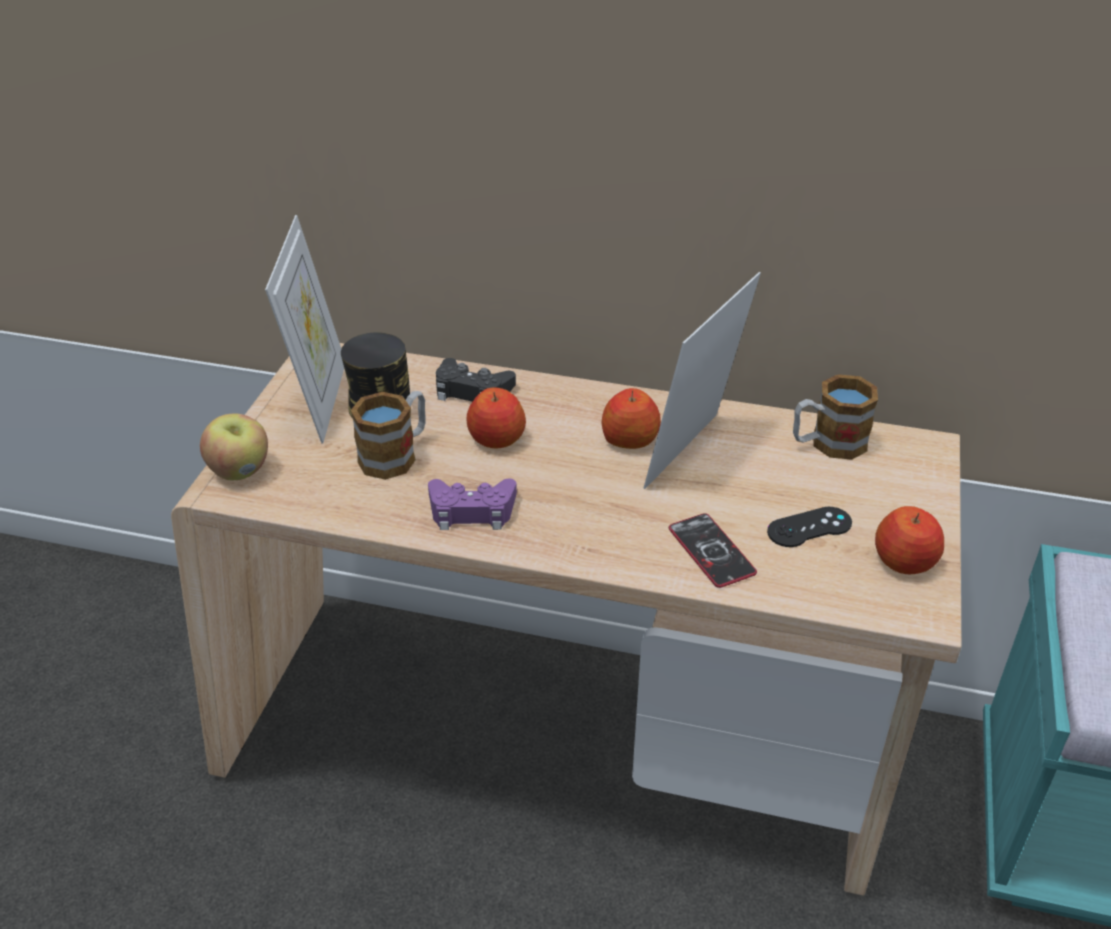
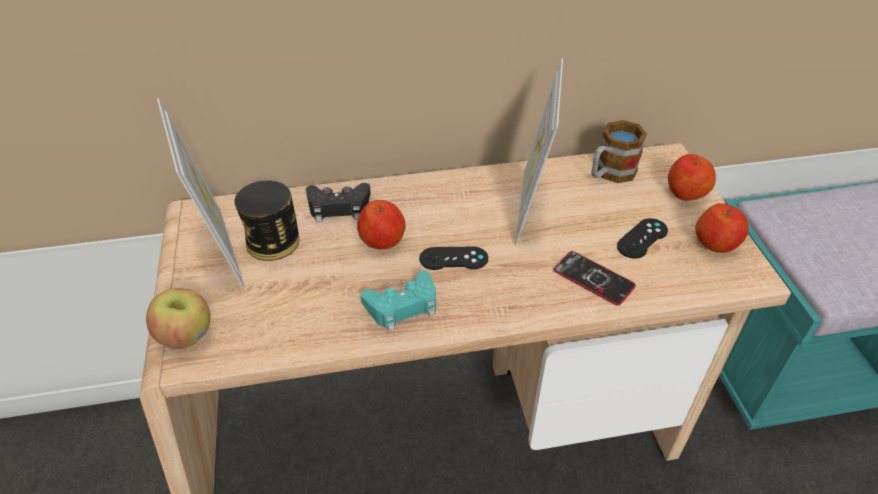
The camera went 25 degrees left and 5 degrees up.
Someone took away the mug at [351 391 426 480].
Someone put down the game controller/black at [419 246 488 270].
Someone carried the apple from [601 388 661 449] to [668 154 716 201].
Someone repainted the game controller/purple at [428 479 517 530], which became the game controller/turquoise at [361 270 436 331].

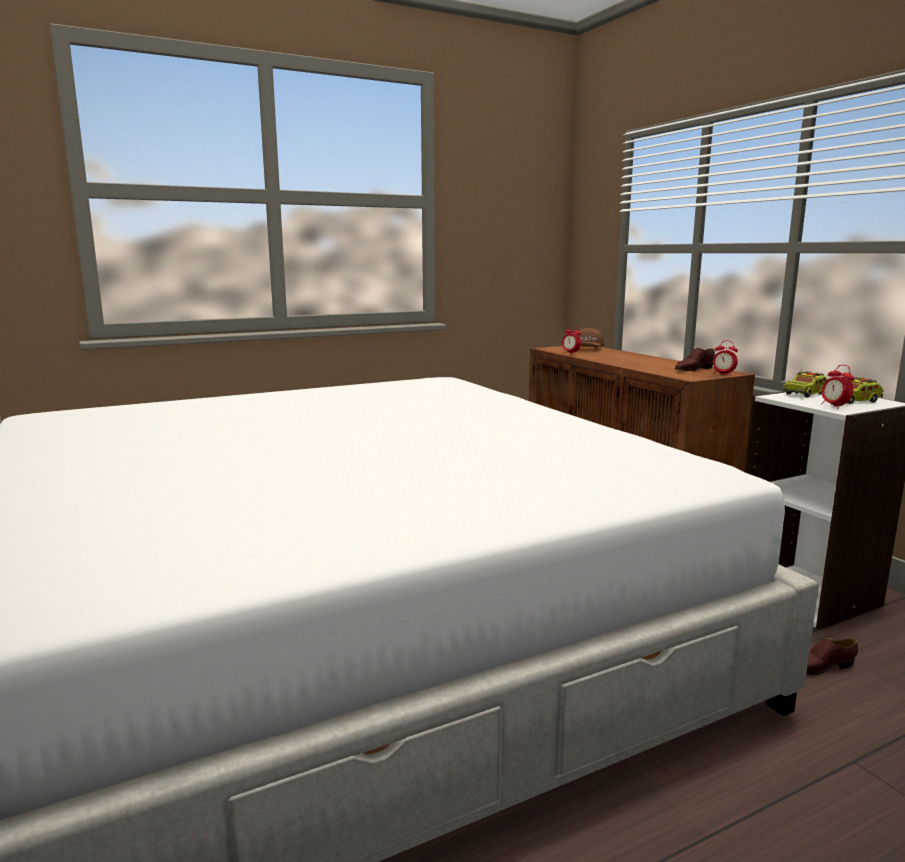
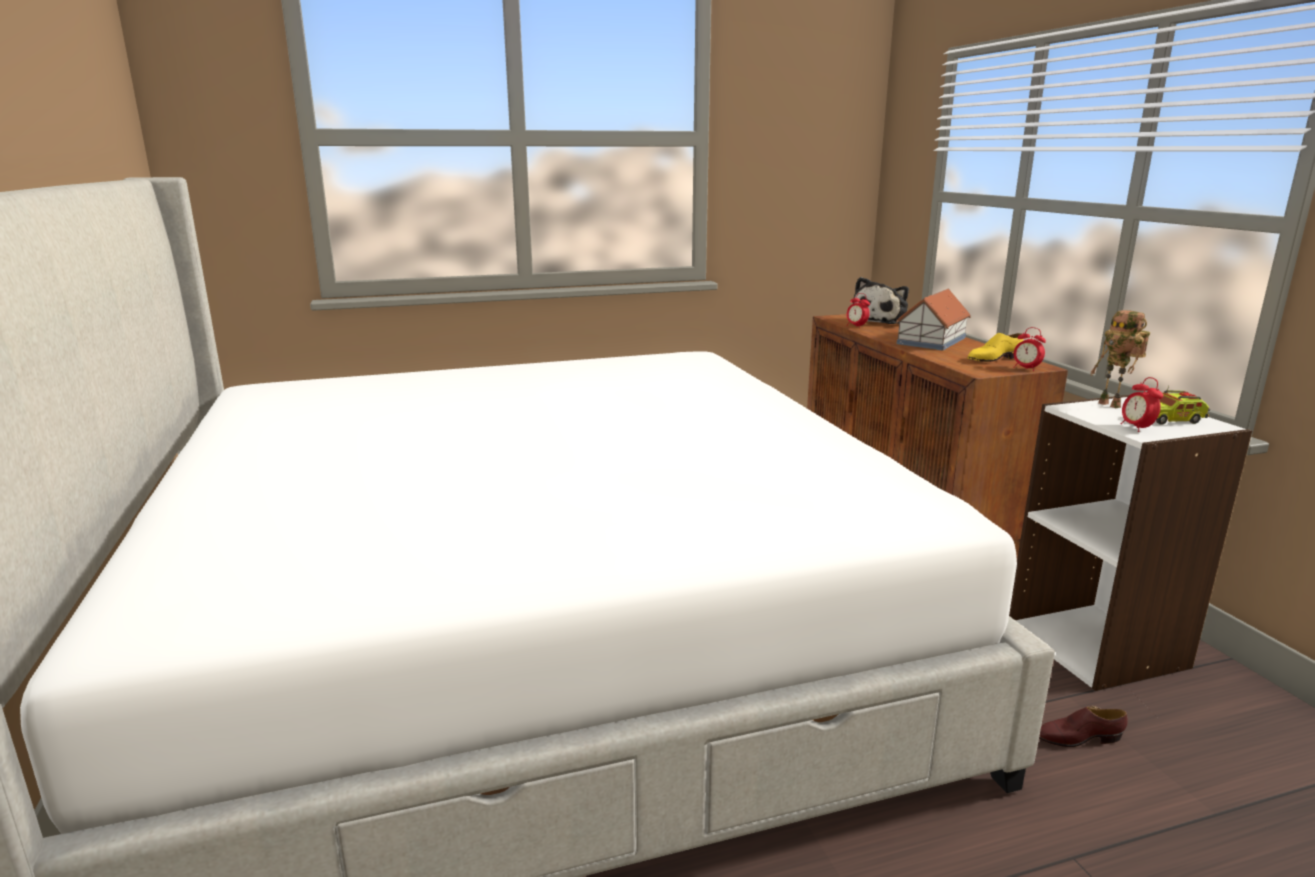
The camera went 10 degrees right and 5 degrees up.
Someone put down the toy house at [896 289 971 350].
Someone swapped the cap/brown at [577 328 604 347] for the plush toy at [853 277 909 324].
Someone swapped the toy truck at [783 368 827 398] for the toy robot at [1090 310 1150 408].
Someone repainted the shoe/brown at [675 348 715 371], which became the shoe/yellow at [967 333 1023 362].

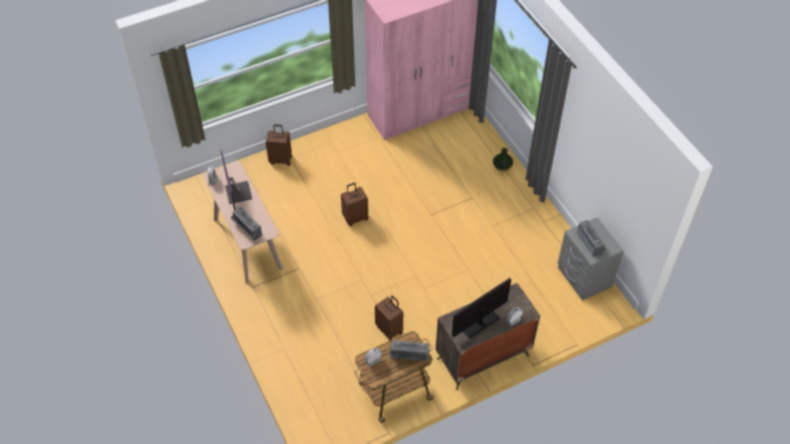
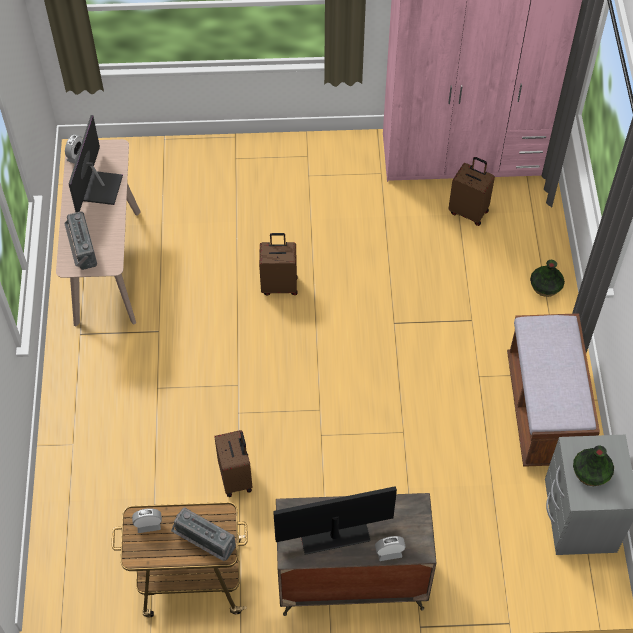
The camera went 25 degrees right and 5 degrees up.
Someone put down the bench/brown at [507 313 600 467].
Someone carried the suitcase/brown from [266 125 292 166] to [448 157 495 226].
Someone swapped the radio at [577 220 606 257] for the vase at [573 445 614 486].

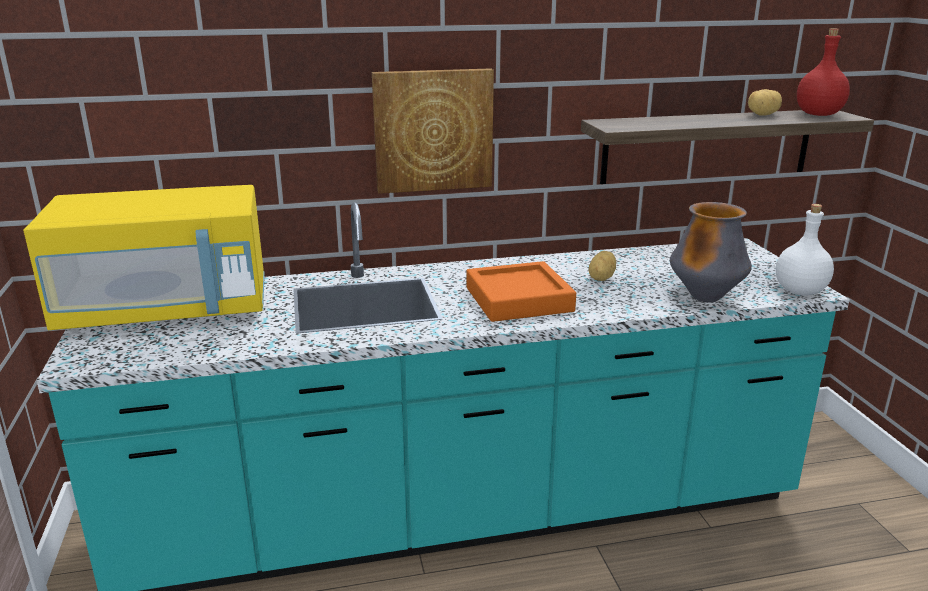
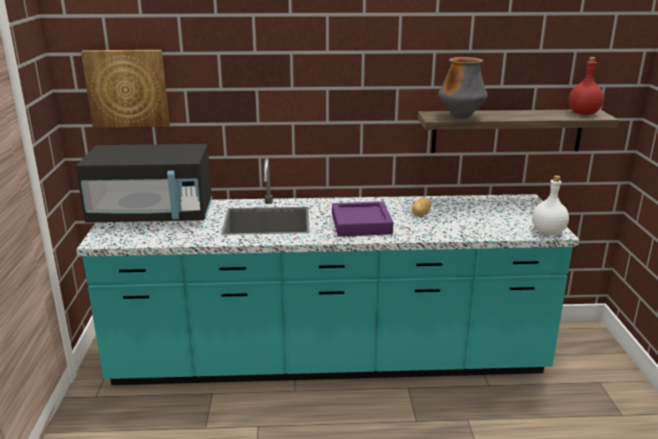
The camera went 10 degrees right and 0 degrees up.
Someone took away the potato at [748 89 782 116].
Someone carried the picture from [372 68 494 194] to [81 50 170 128].
Someone carried the vase from [670 202 752 302] to [438 57 488 119].
Someone repainted the microwave/yellow at [23 185 265 330], which became the microwave/black at [76 144 212 222].
Someone repainted the tray/orange at [466 261 576 322], which became the tray/purple at [332 201 393 237].

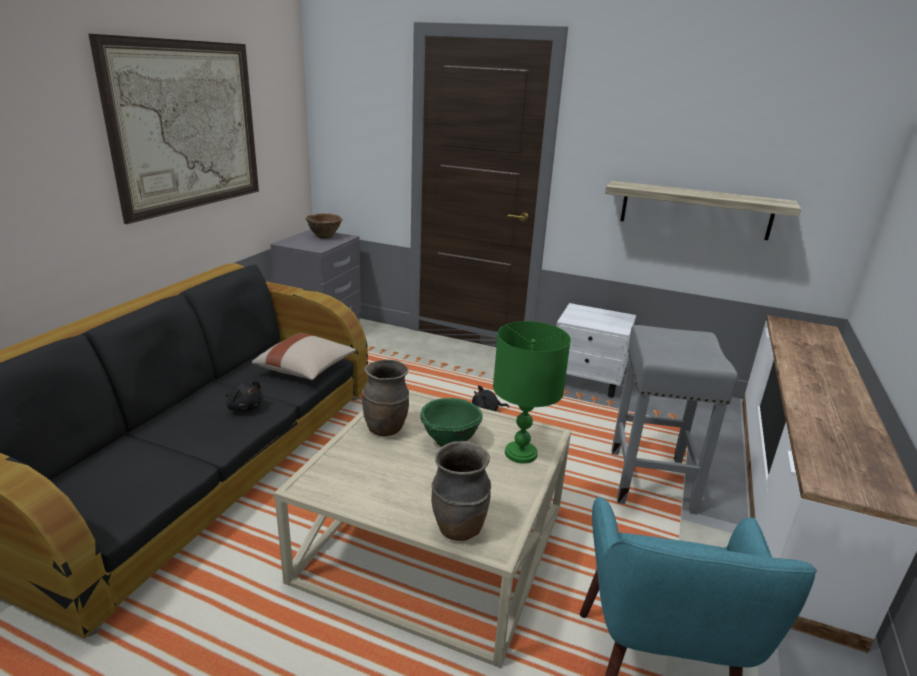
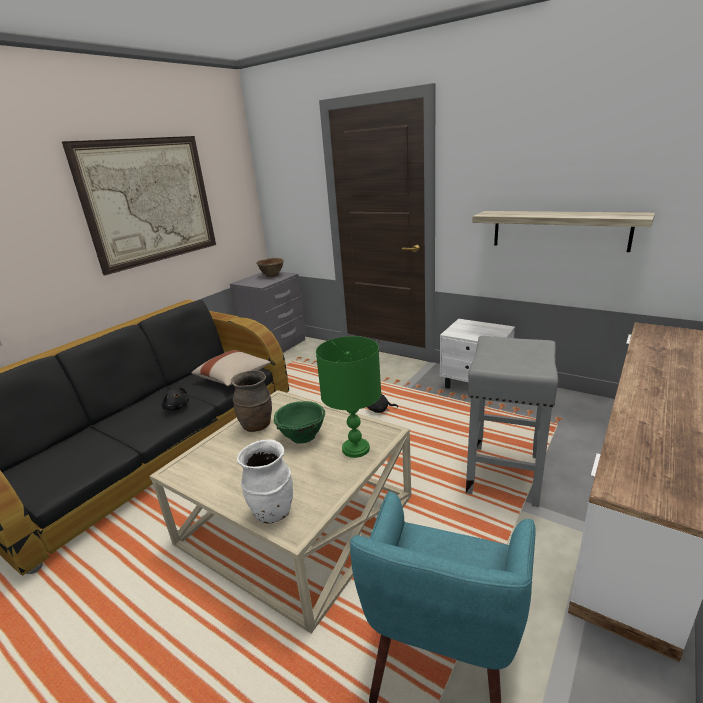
The camera went 15 degrees right and 0 degrees up.
Someone repainted the vase/brown at [431 441 491 541], which became the vase/white at [237 439 293 524].

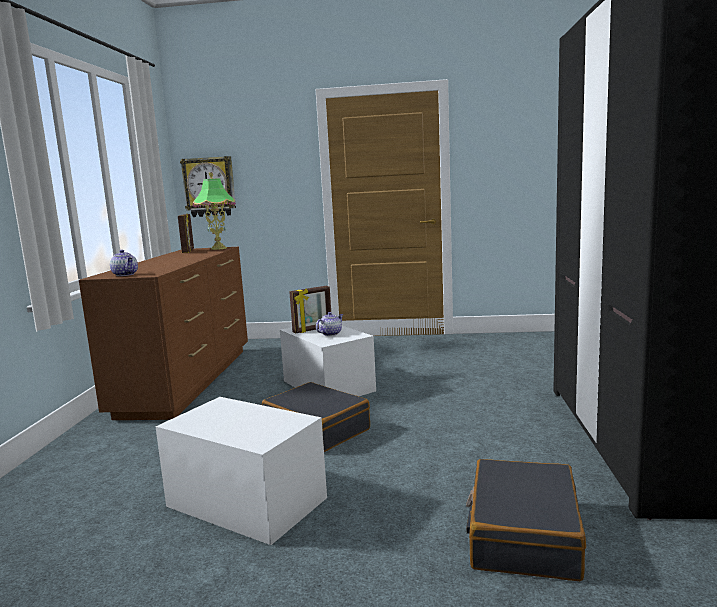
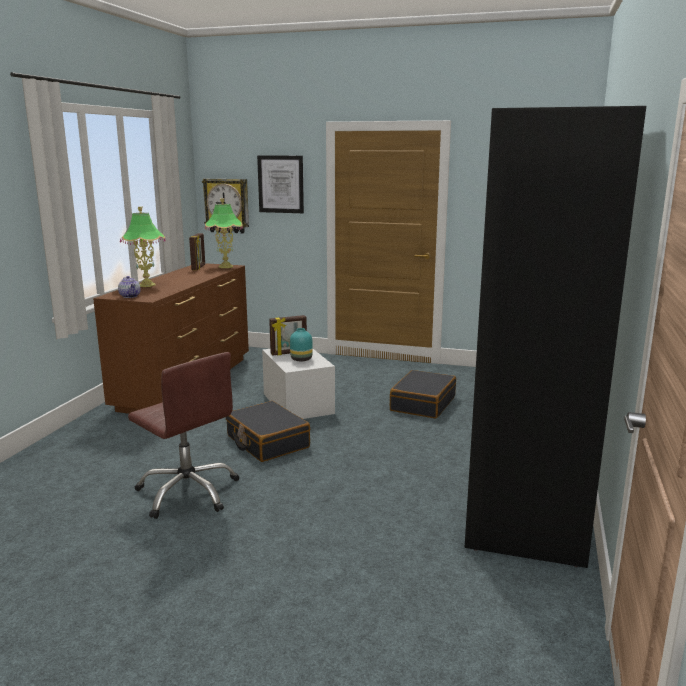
The camera went 10 degrees right and 5 degrees up.
Someone put down the table lamp at [120 207 165 287].
Someone put up the picture at [257 155 304 213].
Someone carried the suitcase/black from [466 459 586 581] to [390 370 456 419].
Someone swapped the storage box/white at [155 397 327 545] for the office chair/brown at [128 352 239 519].
Someone swapped the teapot at [316 312 344 336] for the vase/turquoise at [290 328 313 361].

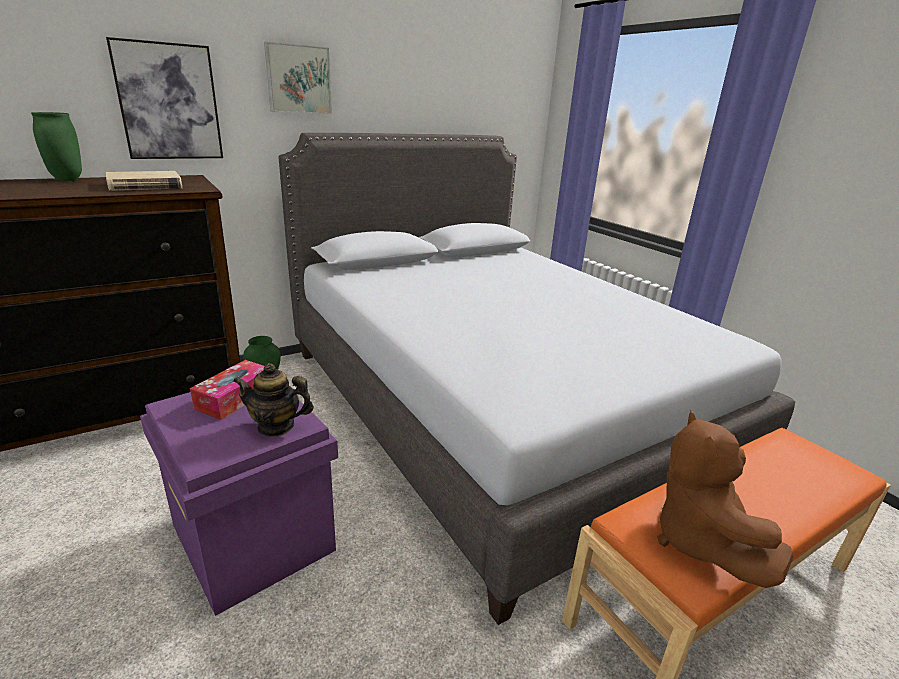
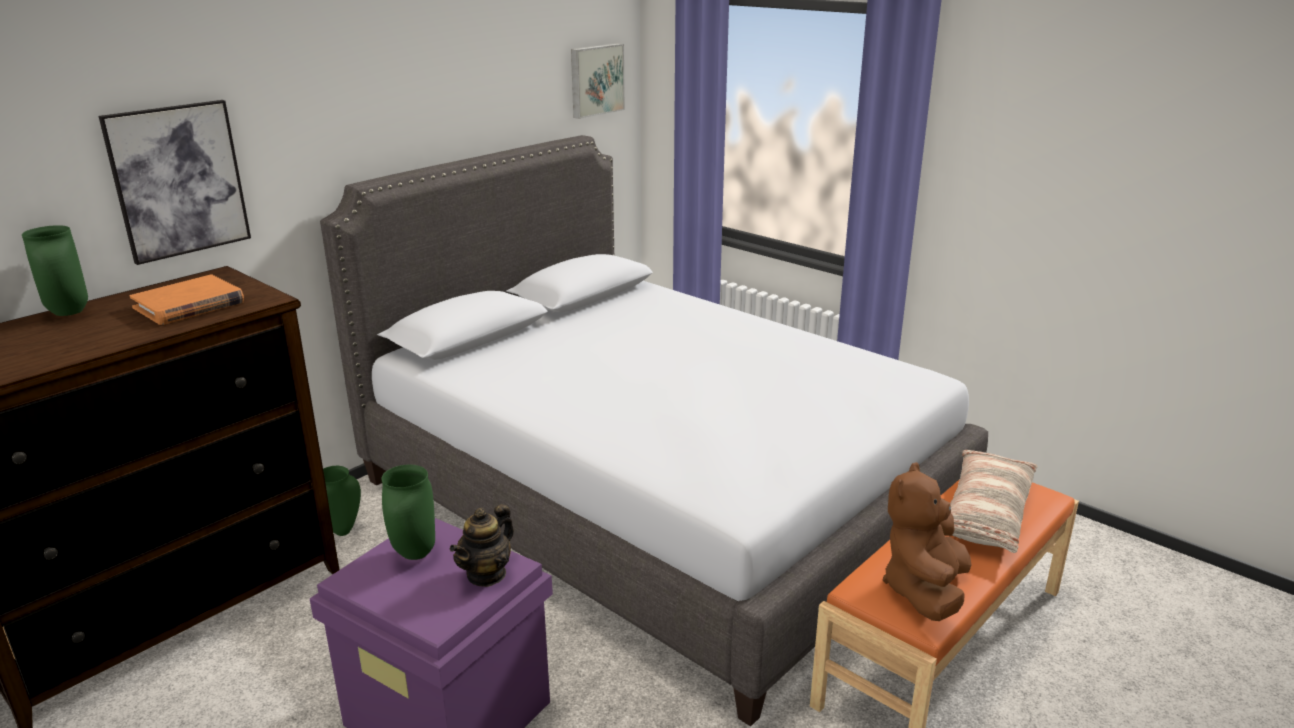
The camera went 15 degrees left and 0 degrees up.
Someone put down the pillow at [950 450 1037 553].
Someone carried the picture from [264 42 332 114] to [571 43 625 119].
Someone swapped the tissue box at [190 360 265 420] for the vase/green at [381 465 435 560].
Someone repainted the book/beige at [106 171 182 191], which became the book/orange at [129 274 244 325].
Someone rotated the teapot at [233 363 314 437] by 45 degrees counterclockwise.
Someone rotated the plush toy/brown at [657 410 793 588] by 45 degrees clockwise.

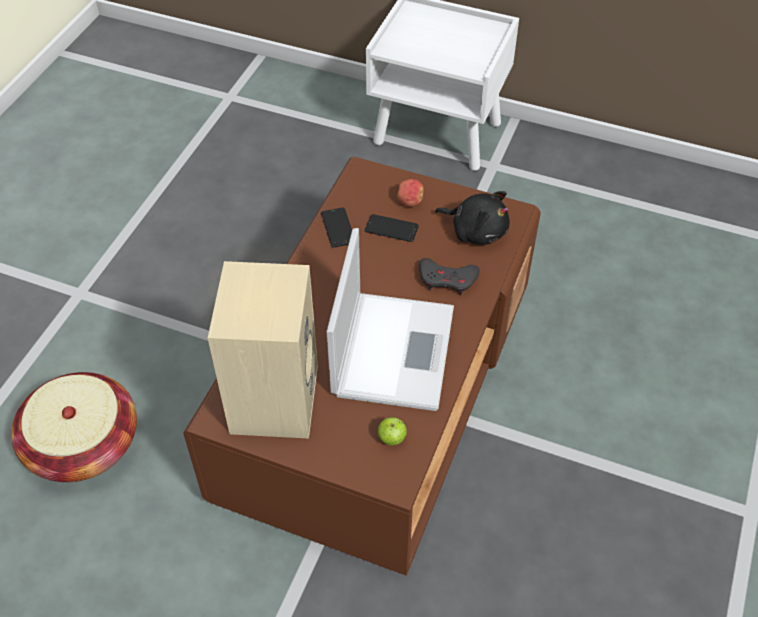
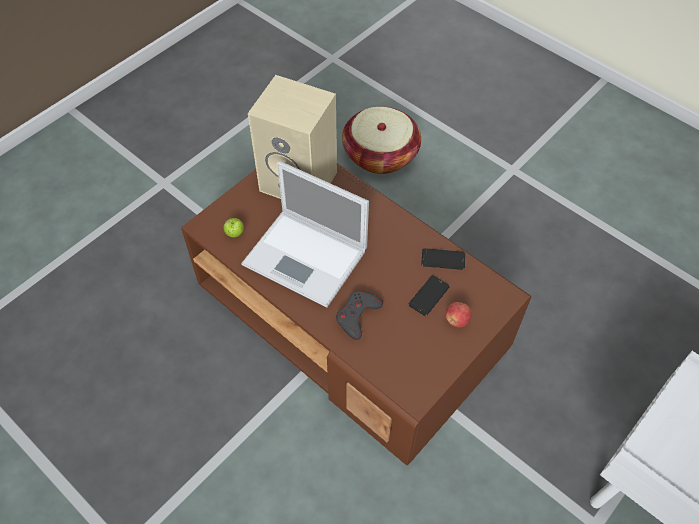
The camera went 110 degrees right and 5 degrees up.
Someone took away the plush toy/black at [435 191 510 245].

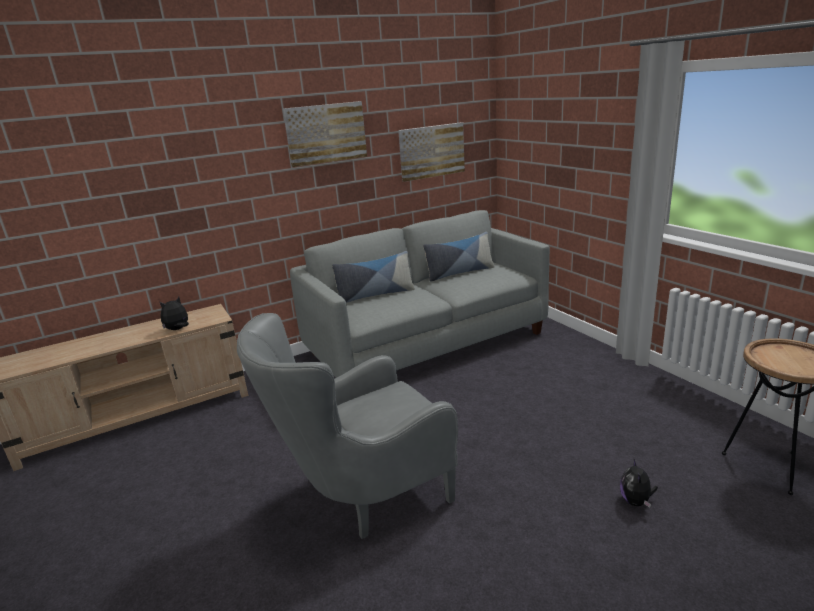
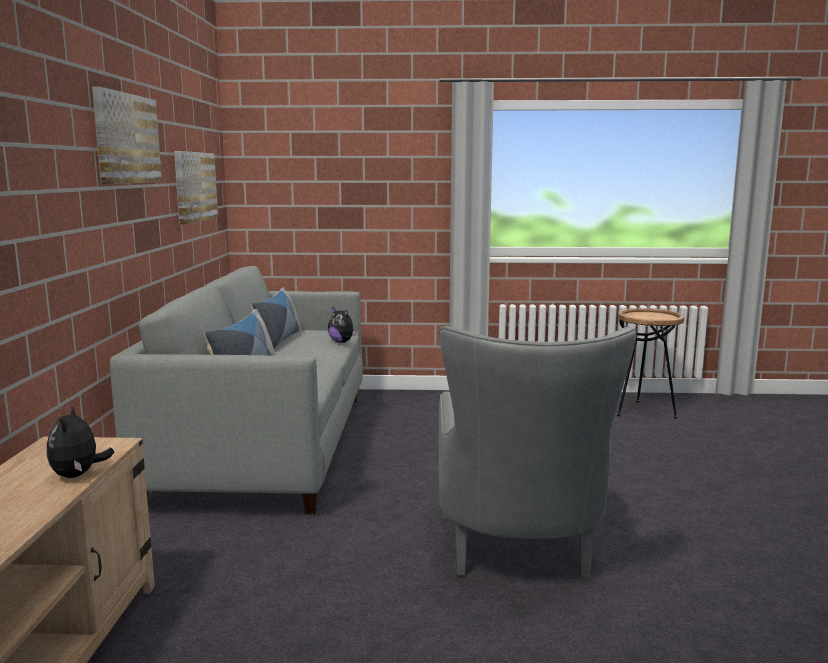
The camera went 60 degrees left and 10 degrees down.
Someone carried the plush toy from [620 459 658 507] to [328 308 358 343].

